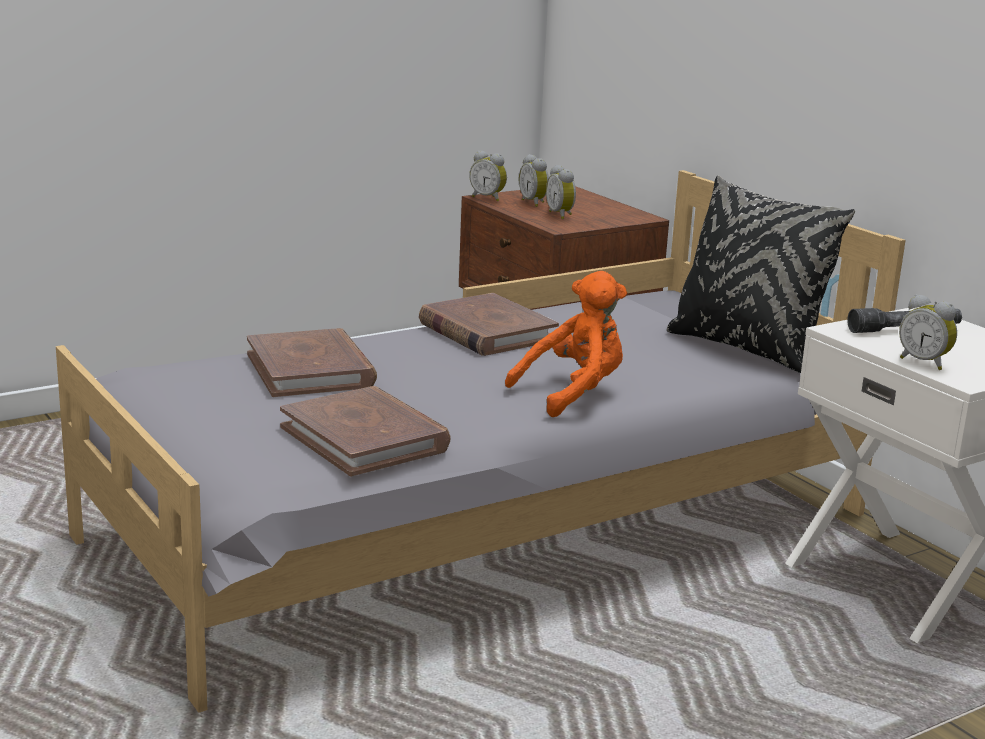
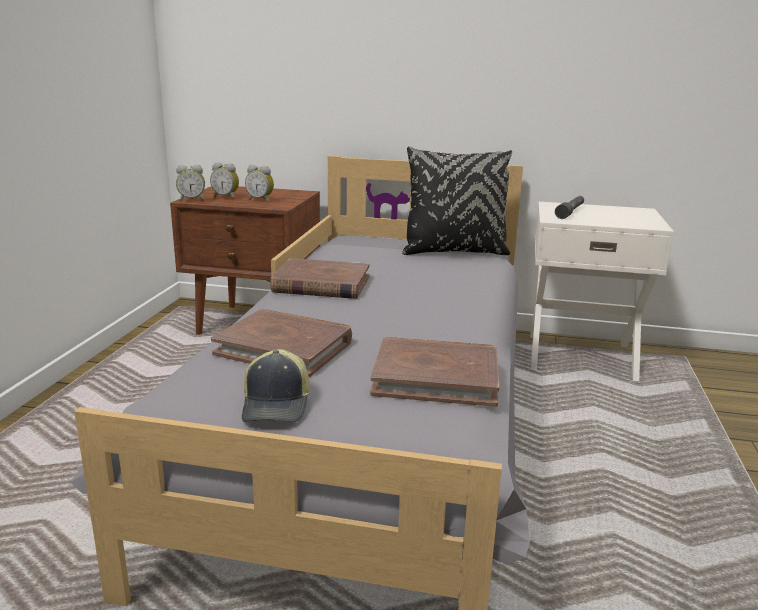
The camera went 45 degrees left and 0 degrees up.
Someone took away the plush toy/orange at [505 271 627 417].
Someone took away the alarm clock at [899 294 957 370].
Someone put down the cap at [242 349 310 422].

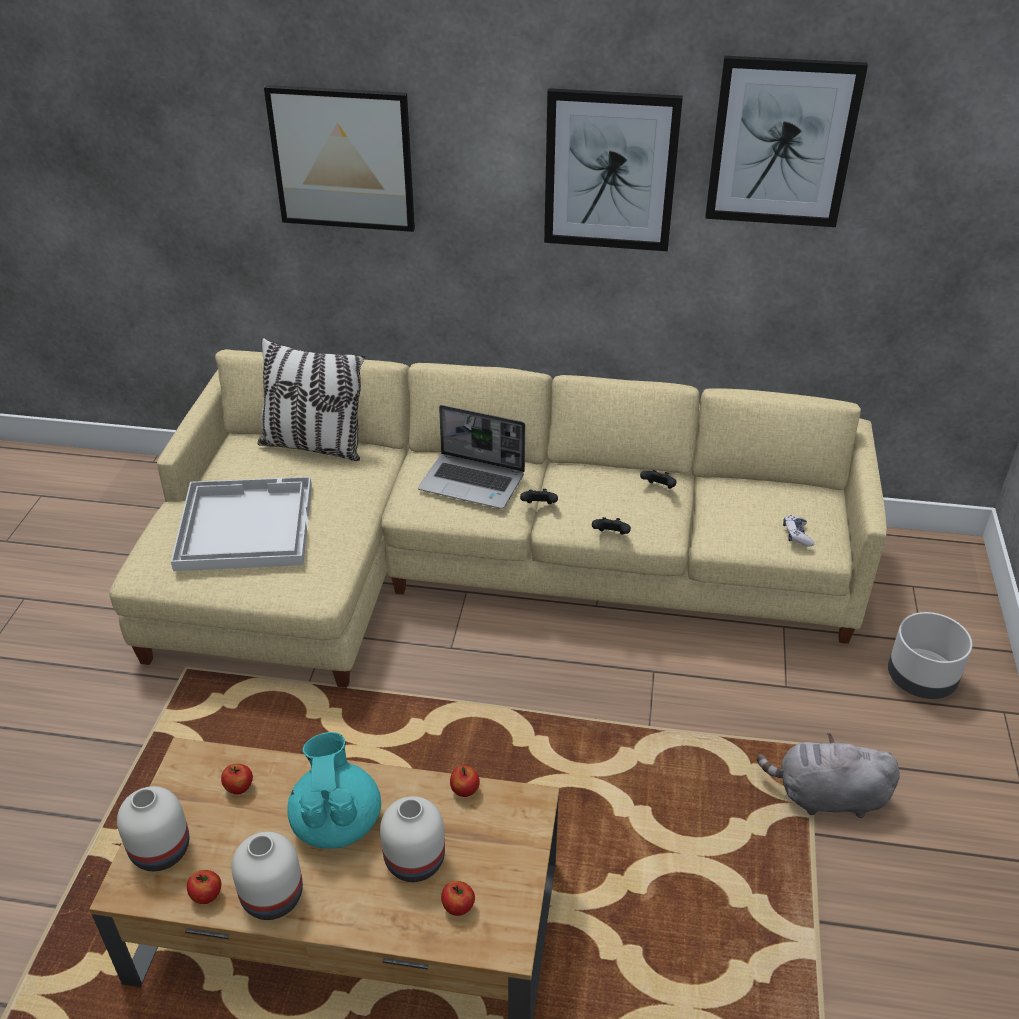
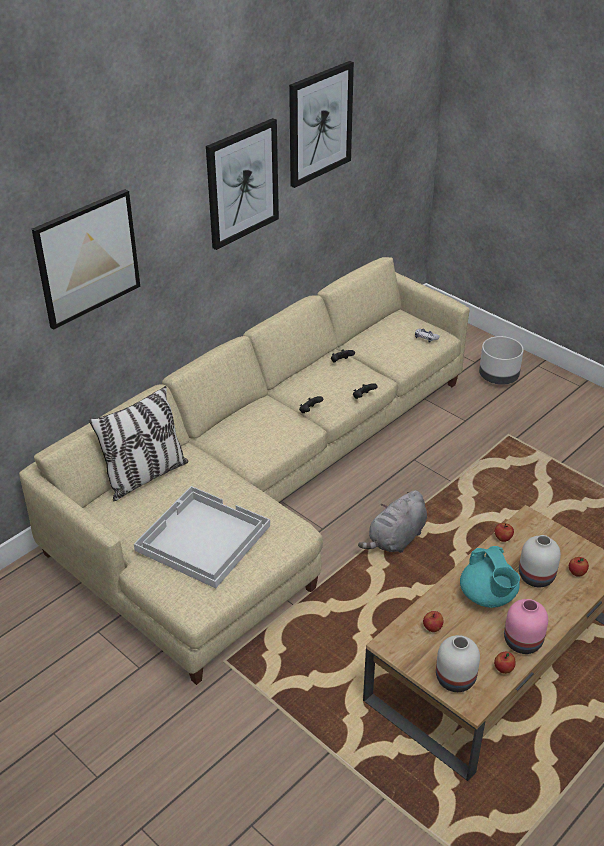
The camera went 55 degrees left and 0 degrees up.
Someone took away the laptop at [418 405 525 509].
Someone carried the plush toy/grey from [756 733 900 818] to [358 490 427 553].
Someone repainted the vase/white at [231 832 303 920], which became the vase/pink at [504 599 548 654].
Someone rotated the teapot/turquoise at [287 732 381 849] by 135 degrees counterclockwise.

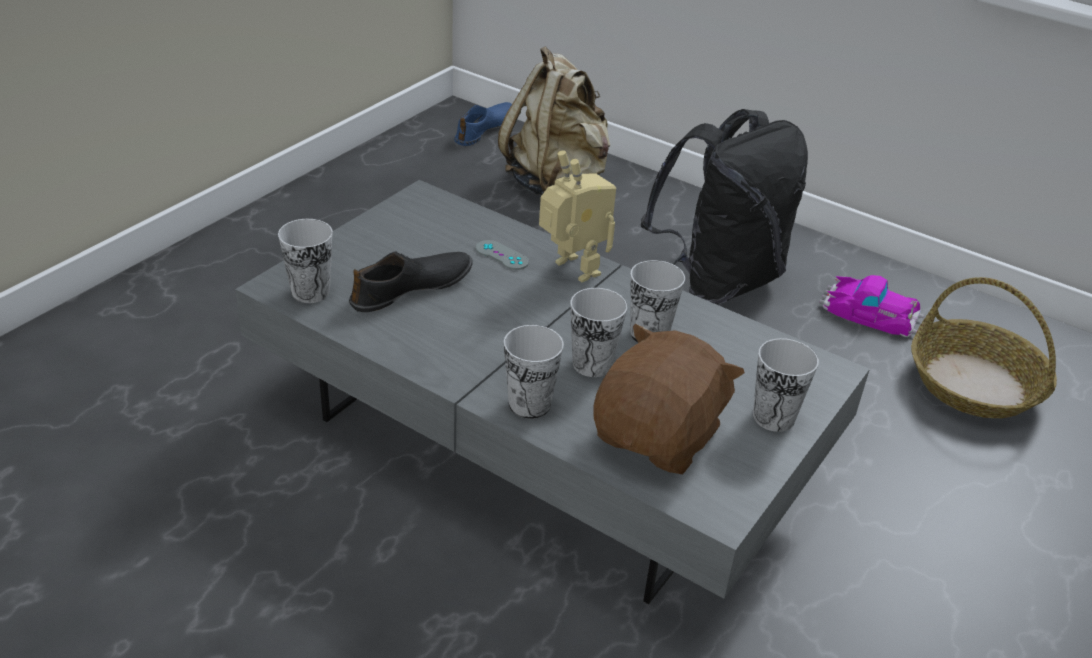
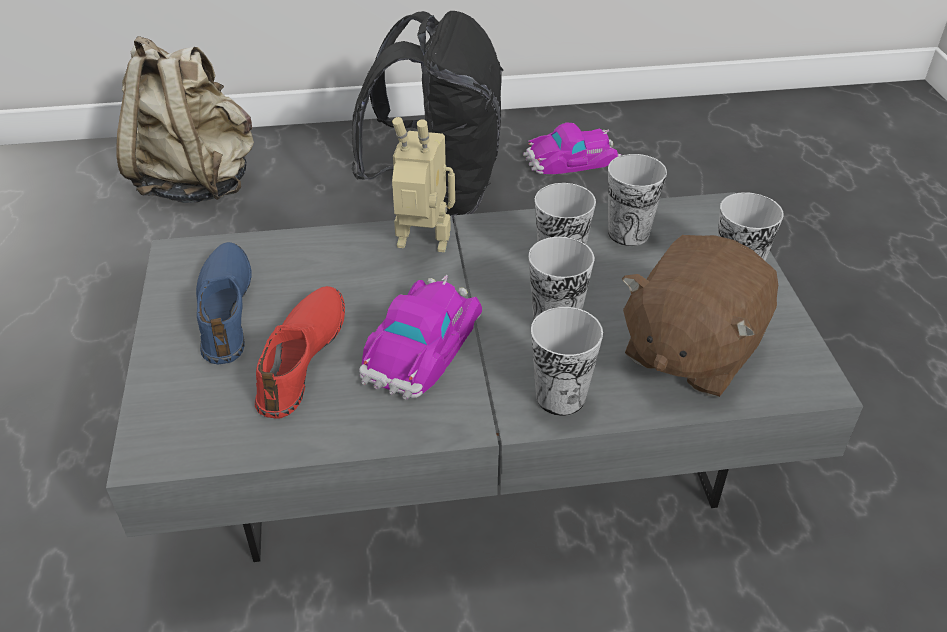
The camera went 40 degrees left and 5 degrees up.
Someone took away the game controller/grey at [476 240 529 270].
Someone took away the basket at [911 277 1057 418].
Someone put down the toy car at [359 275 482 400].
Someone carried the cup from [278 219 333 303] to [608 154 667 246].
Someone carried the shoe/blue from [454 102 512 146] to [196 242 251 364].
Someone repainted the shoe/black at [349 251 473 312], which became the shoe/red at [255 286 345 419].
Someone rotated the plush toy/brown at [594 324 745 474] by 135 degrees counterclockwise.

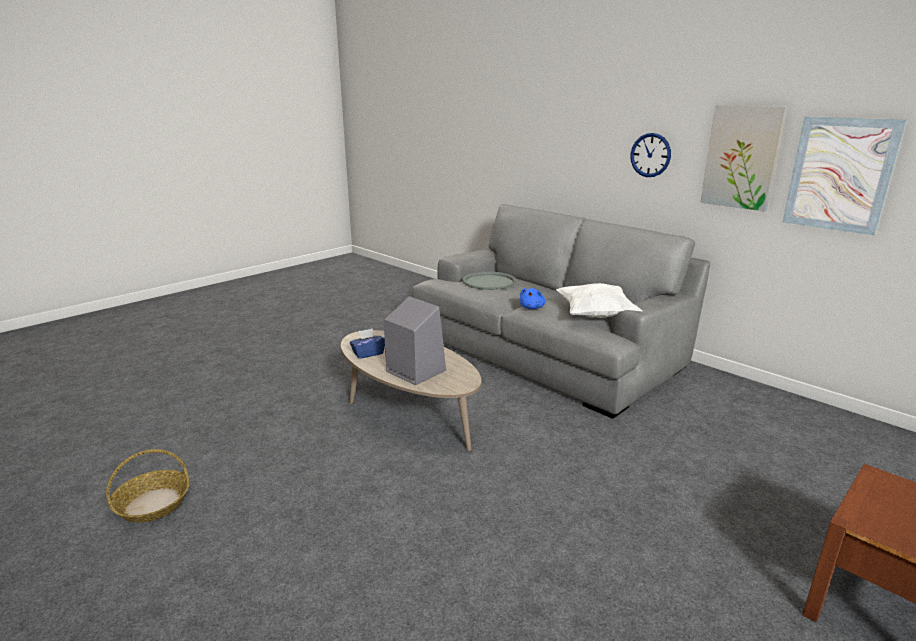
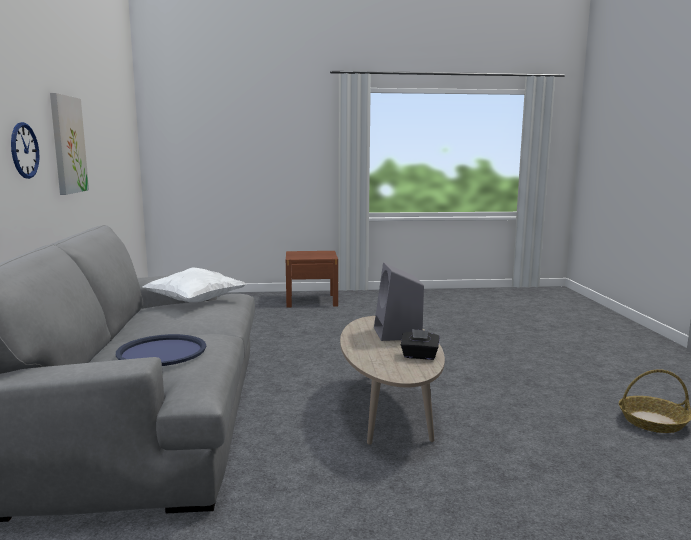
The camera went 140 degrees left and 10 degrees down.
Someone took away the plush toy/blue at [519 288 546 309].
Someone took away the picture at [783 117 907 235].
Someone repainted the tissue box/blue at [350 328 385 359], which became the tissue box/black at [401 329 440 360].
Someone repainted the tray/grey at [463 272 516 290], which became the tray/blue at [116 334 206 366].

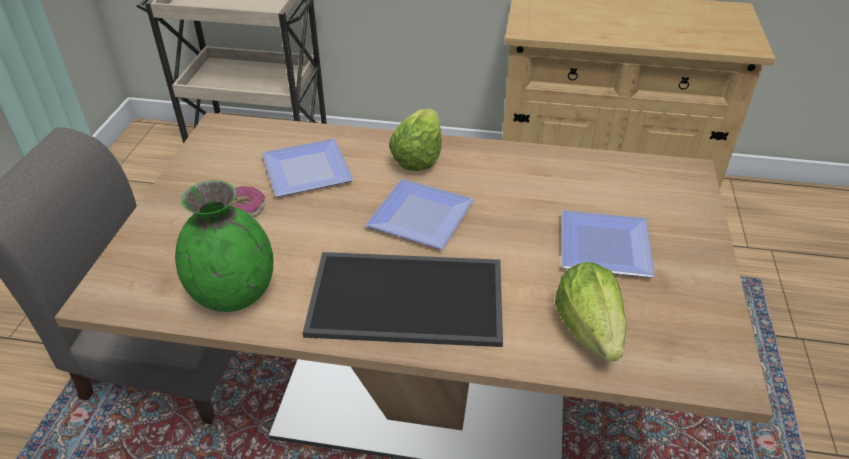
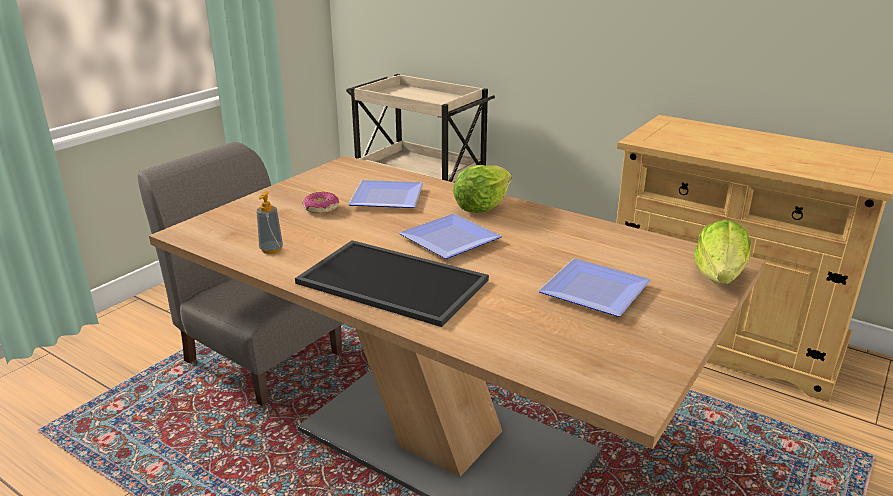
The camera went 25 degrees right and 15 degrees down.
Someone carried the lettuce from [555 262 627 362] to [694 220 751 284].
Someone swapped the vase/green at [175 180 273 312] for the soap dispenser at [256 191 283 254].

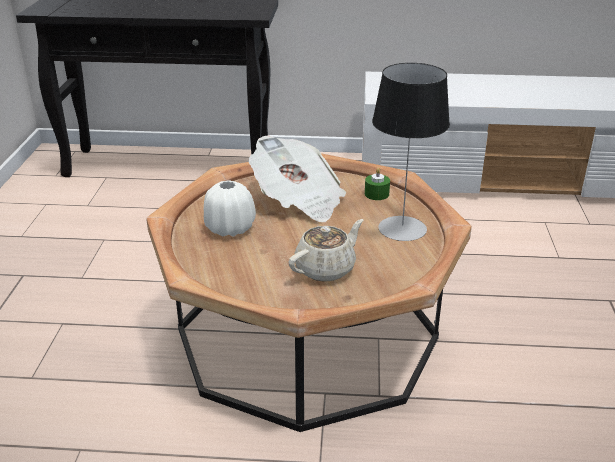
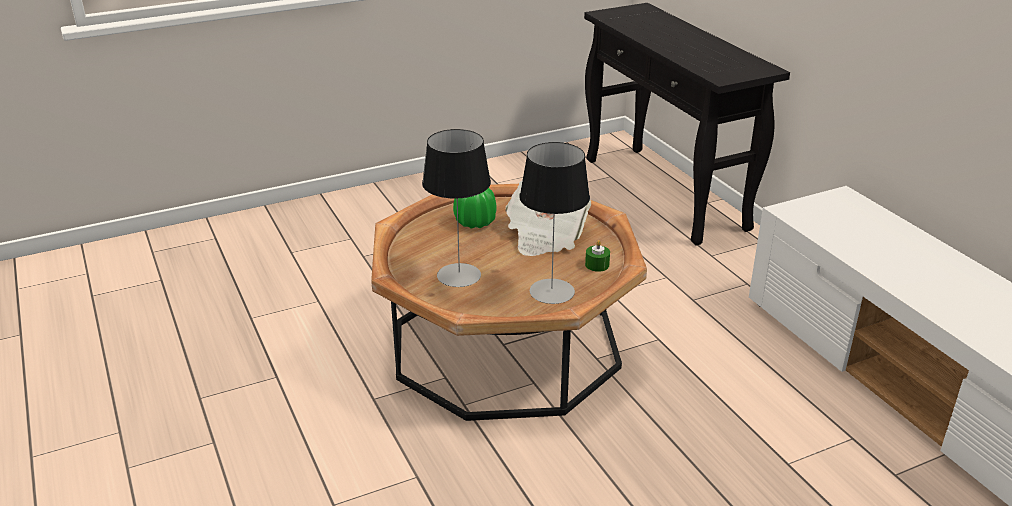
The camera went 60 degrees right and 0 degrees up.
Someone swapped the teapot/beige at [288 219 363 282] for the table lamp at [422 129 491 287].
Someone repainted the vase/white at [204 180 256 237], which became the vase/green at [453 188 497 229].

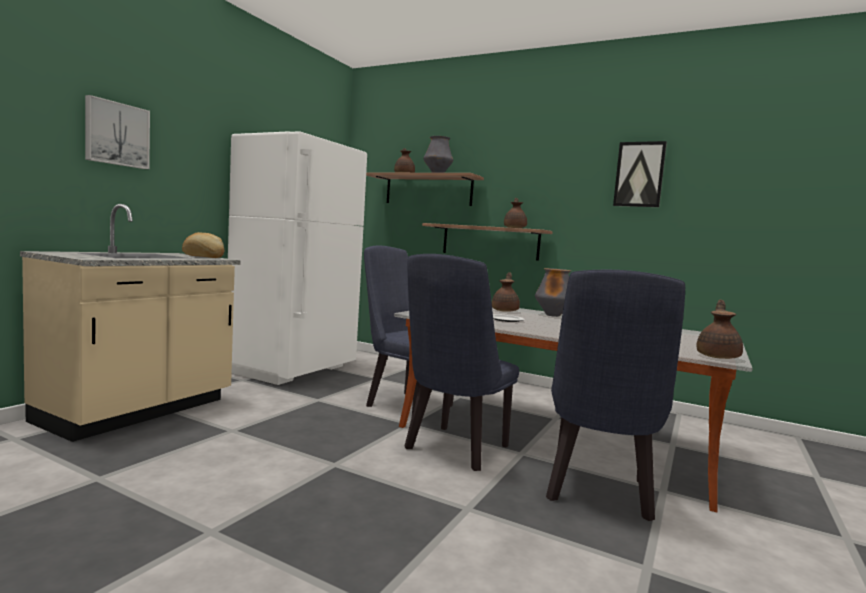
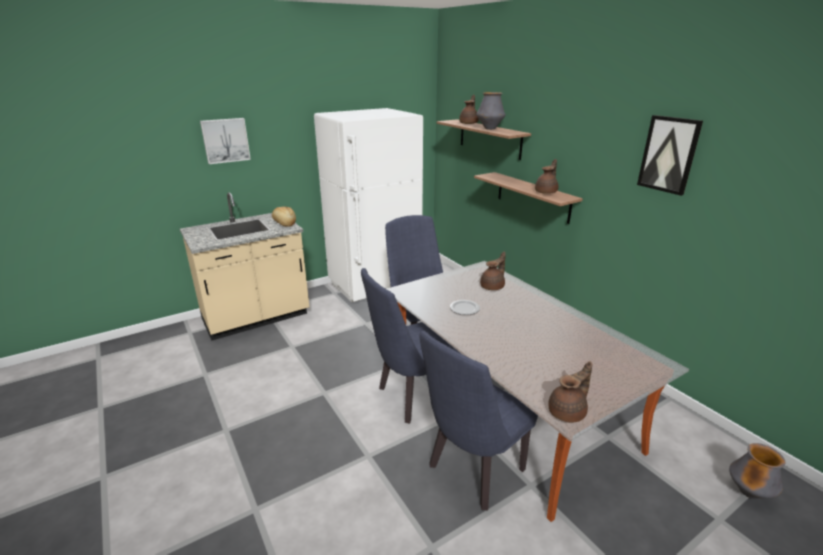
The camera went 30 degrees right and 20 degrees up.
Someone carried the vase from [535 268 571 317] to [729 443 785 499].

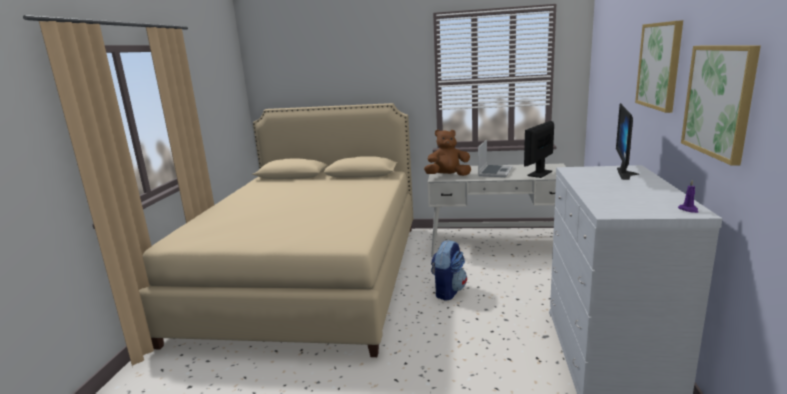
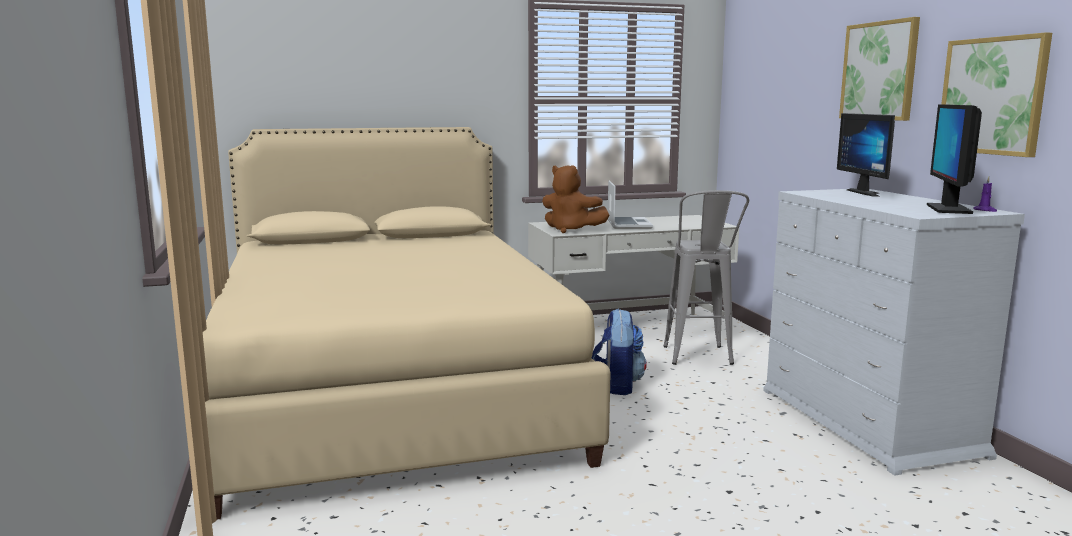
The camera went 25 degrees left and 5 degrees down.
Someone put down the stool/grey at [663 190 749 365].
Someone carried the monitor from [524 121 554 178] to [927 104 982 214].
Someone rotated the plush toy/brown at [424 130 471 176] by 120 degrees counterclockwise.

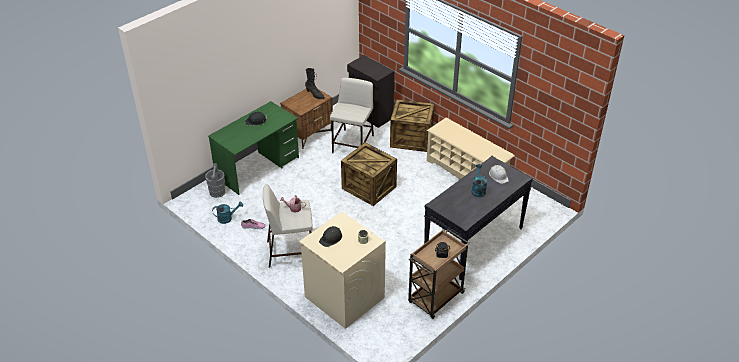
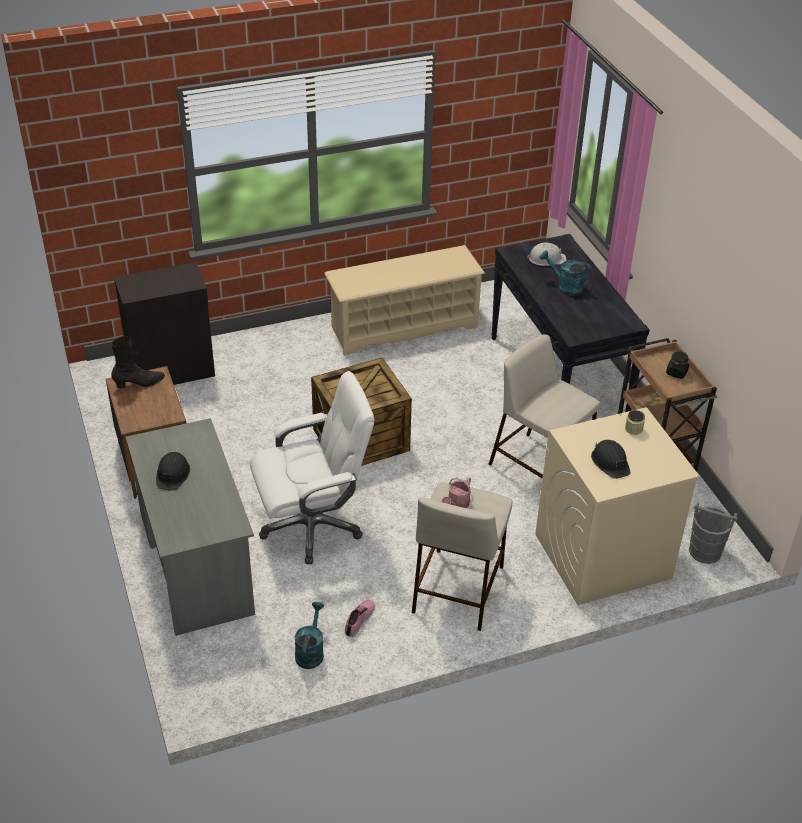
The camera went 65 degrees left and 0 degrees up.
Someone took away the crate at [390 99 435 152].
Someone put down the office chair/white at [250 371 374 564].
Someone carried the bucket/grey from [205 163 226 198] to [689 502 737 564].
Someone carried the stool/beige from [330 78 374 153] to [488 334 600 479].
Someone repainted the desk/green at [208 101 299 195], which became the desk/grey at [126 418 255 636].

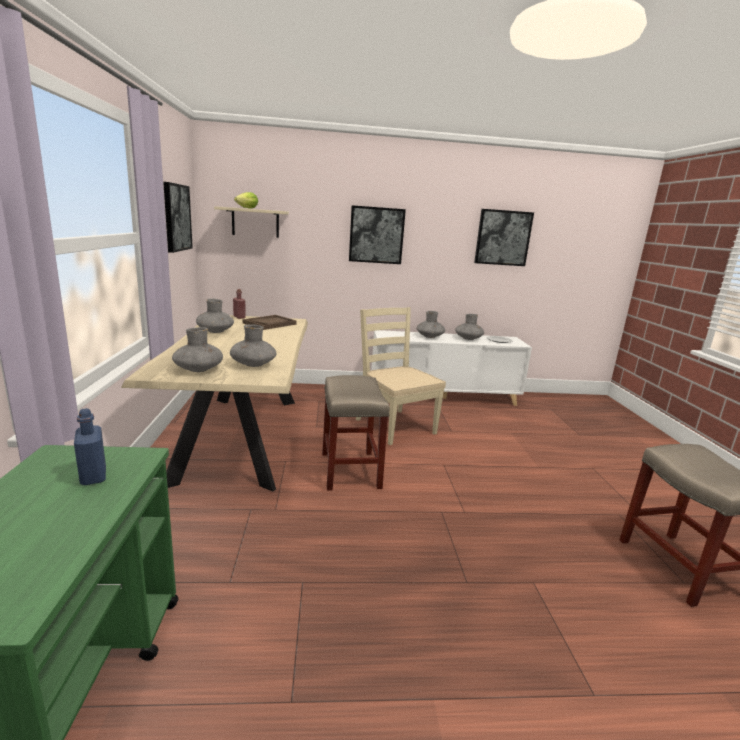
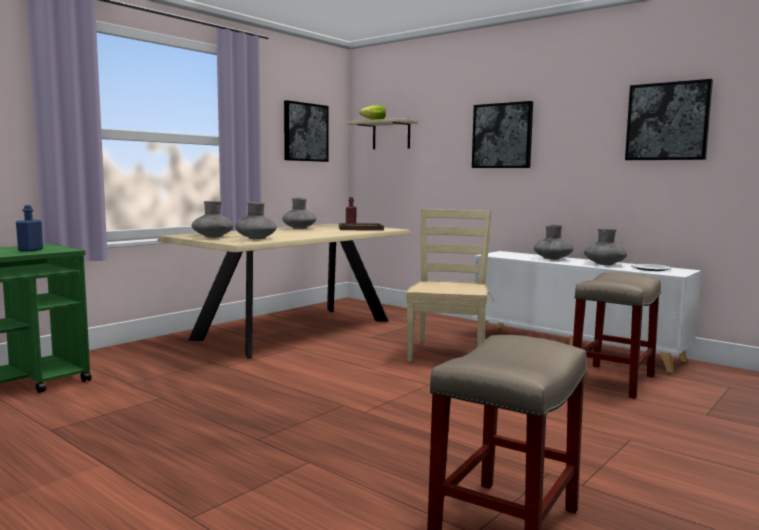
The camera went 45 degrees right and 10 degrees down.
Someone carried the stool/beige from [322 375 389 491] to [573 273 661 399].

